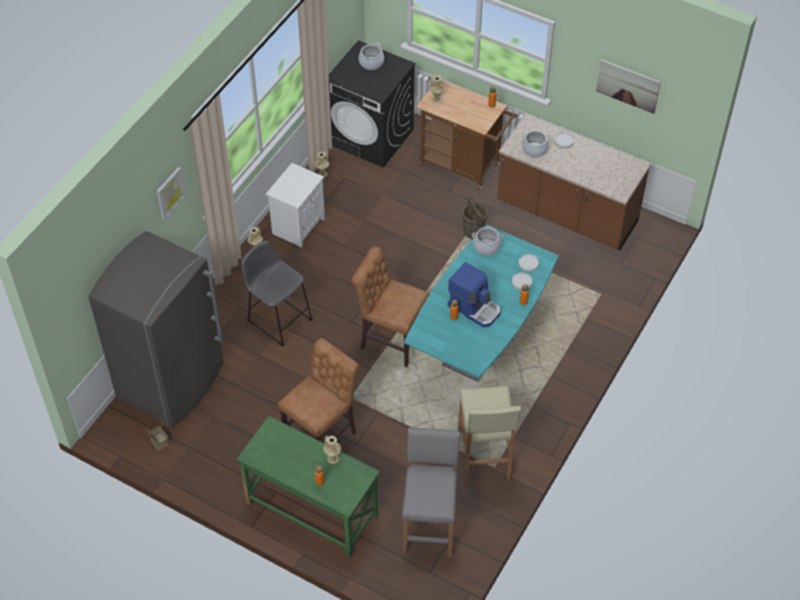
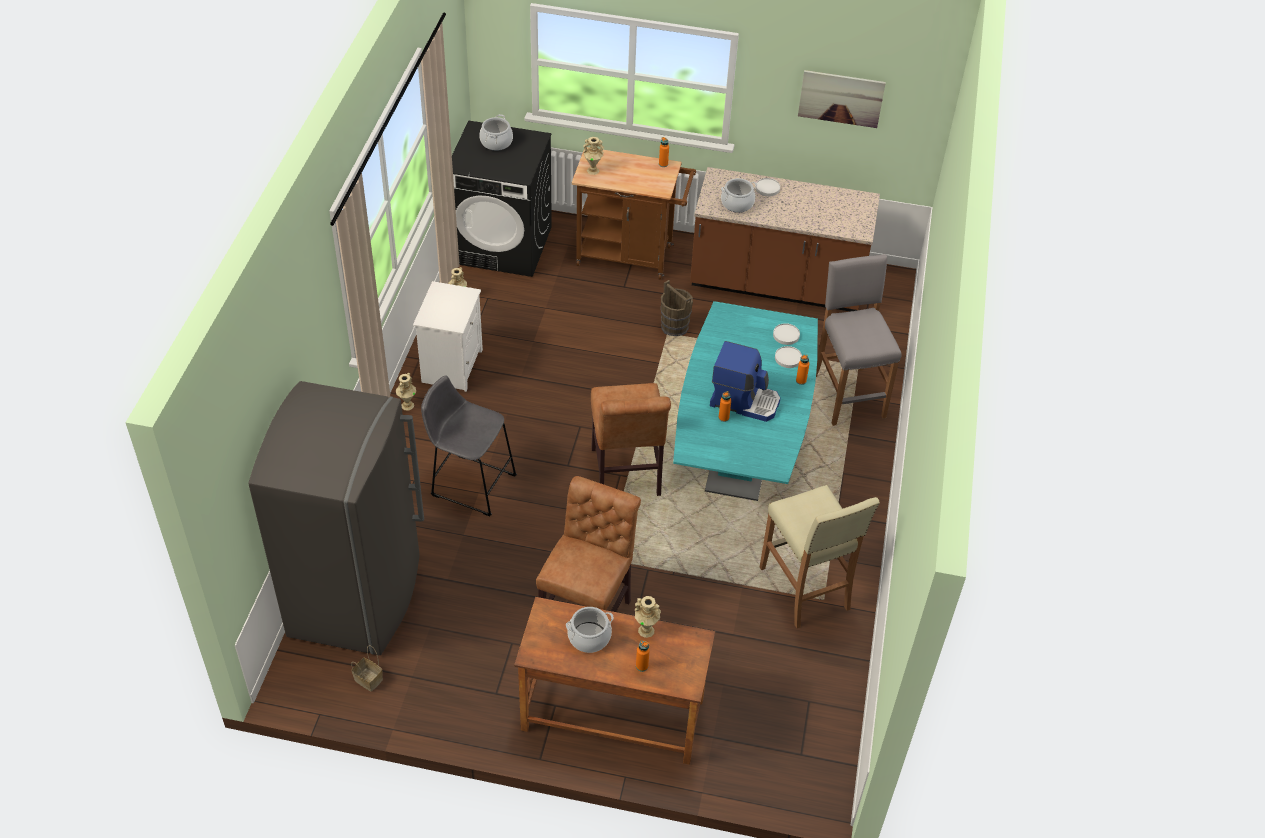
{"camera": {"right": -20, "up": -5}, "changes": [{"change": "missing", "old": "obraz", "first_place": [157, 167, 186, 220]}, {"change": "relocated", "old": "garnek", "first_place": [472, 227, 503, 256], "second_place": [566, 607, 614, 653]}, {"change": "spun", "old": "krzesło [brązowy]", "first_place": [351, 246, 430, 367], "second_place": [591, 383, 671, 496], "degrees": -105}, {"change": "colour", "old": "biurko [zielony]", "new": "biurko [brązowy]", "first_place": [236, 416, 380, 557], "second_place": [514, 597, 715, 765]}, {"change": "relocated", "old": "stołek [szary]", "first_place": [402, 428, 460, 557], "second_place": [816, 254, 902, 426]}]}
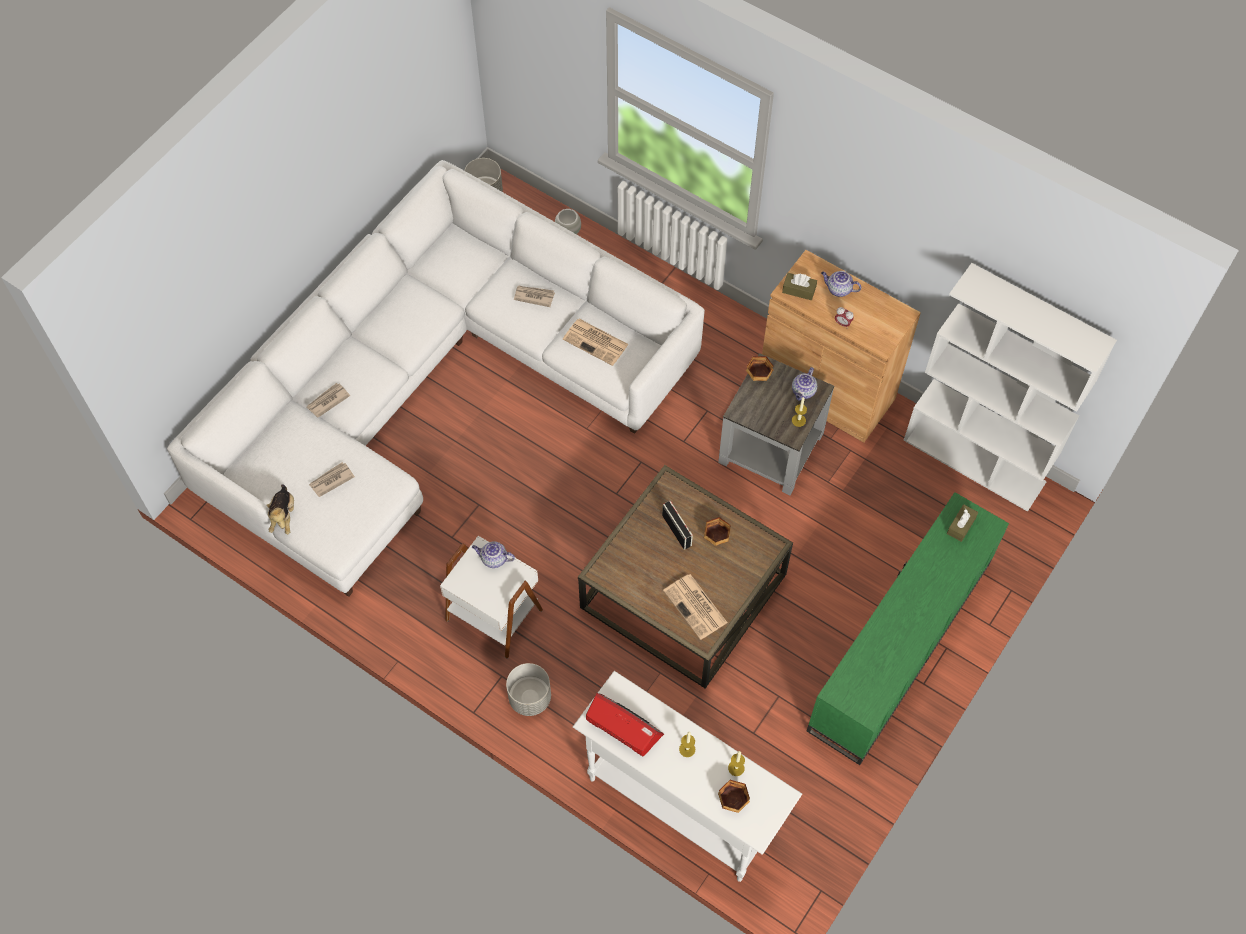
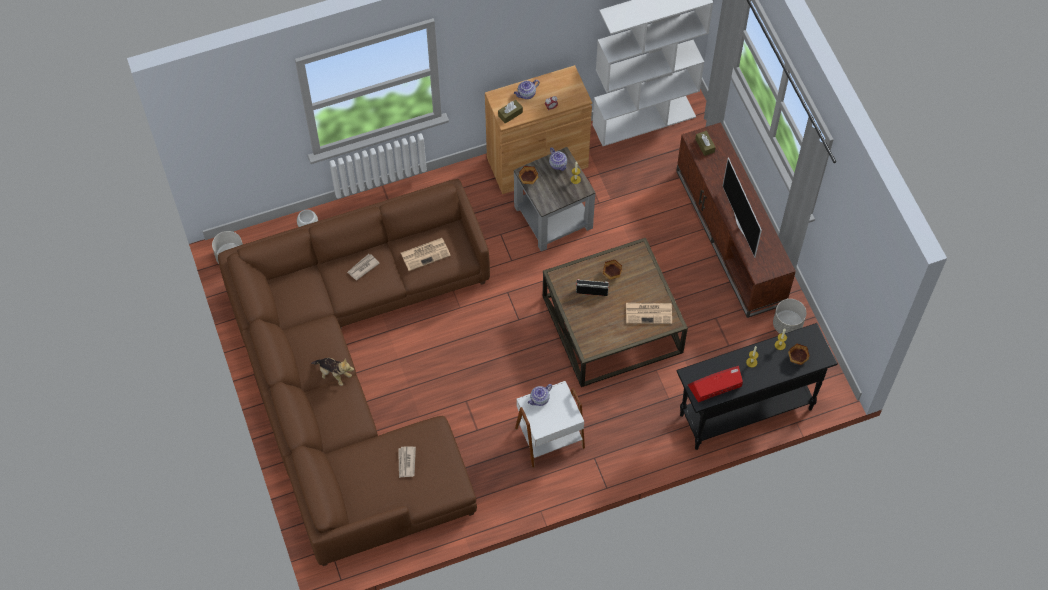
{"camera": {"right": -55, "up": 0}, "changes": [{"change": "colour", "old": "kanapa [biały]", "new": "kanapa [brązowy]", "first_place": [167, 160, 705, 597], "second_place": [218, 179, 490, 566]}, {"change": "missing", "old": "gazeta", "first_place": [307, 383, 350, 417]}, {"change": "relocated", "old": "pluszak", "first_place": [267, 485, 294, 534], "second_place": [311, 358, 354, 386]}, {"change": "colour", "old": "szafka pod telewizor [zielony]", "new": "szafka pod telewizor [brązowy]", "first_place": [807, 492, 1009, 765], "second_place": [676, 122, 796, 318]}, {"change": "relocated", "old": "donica [szary]", "first_place": [506, 663, 551, 716], "second_place": [773, 299, 806, 334]}, {"change": "colour", "old": "stolik konsolowy [biały]", "new": "stolik konsolowy [czarny]", "first_place": [573, 671, 802, 882], "second_place": [676, 323, 838, 450]}, {"change": "appeared", "new": "telewizor", "second_place": [723, 157, 762, 258]}]}
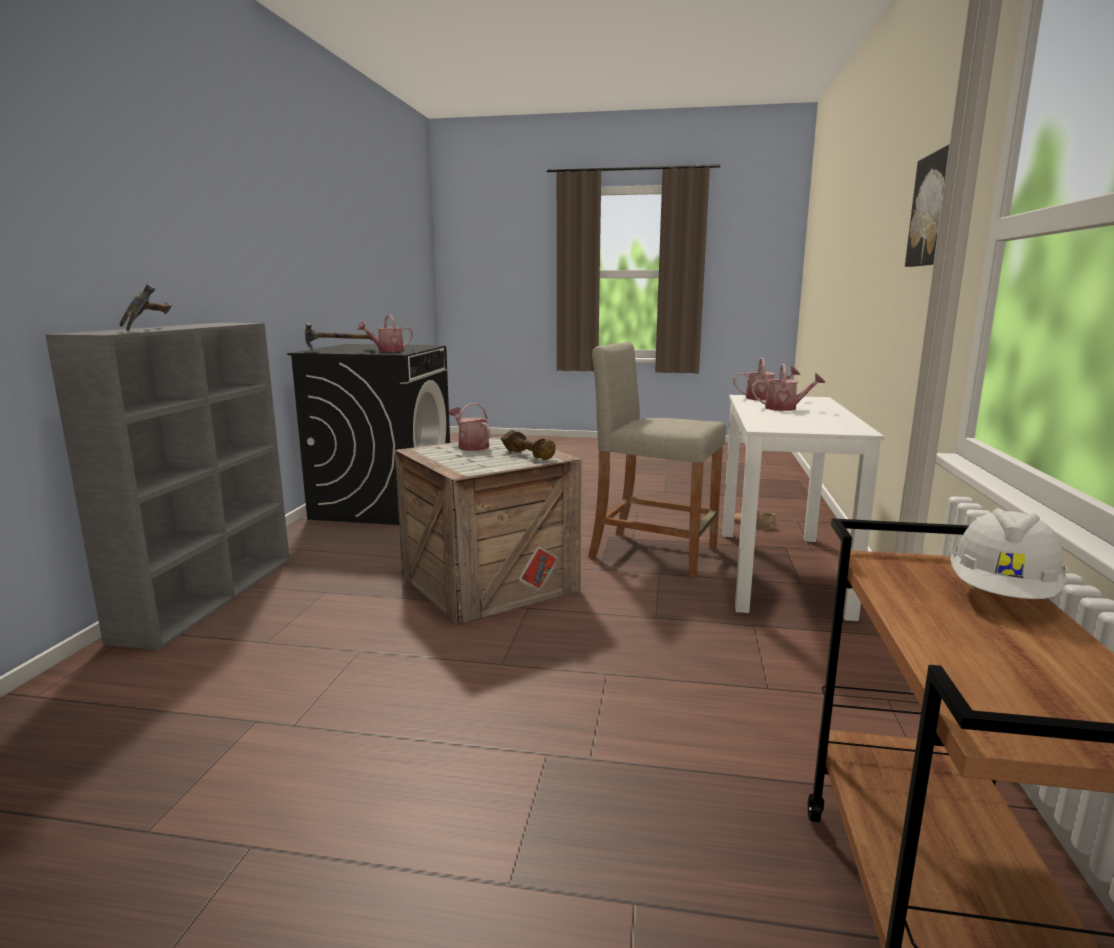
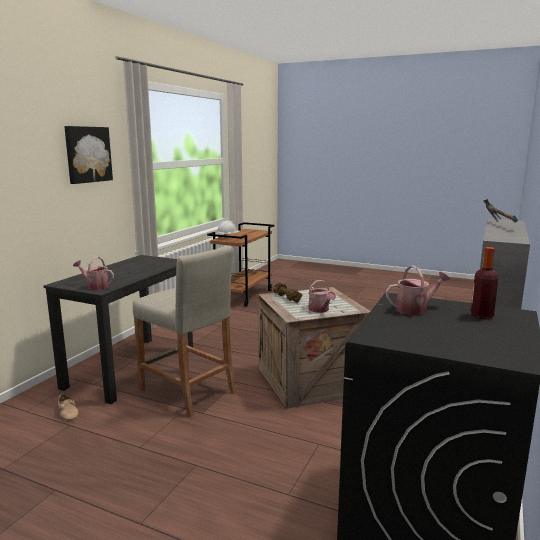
{"camera": {"right": -165, "up": 0}, "changes": [{"change": "exchanged", "old": "młotek", "new": "butelka", "first_place": [305, 322, 374, 350], "second_place": [471, 247, 498, 319]}, {"change": "missing", "old": "konewka", "first_place": [752, 364, 825, 411]}, {"change": "colour", "old": "biurko [biały]", "new": "biurko [czarny]", "first_place": [722, 395, 884, 621], "second_place": [44, 255, 193, 404]}]}
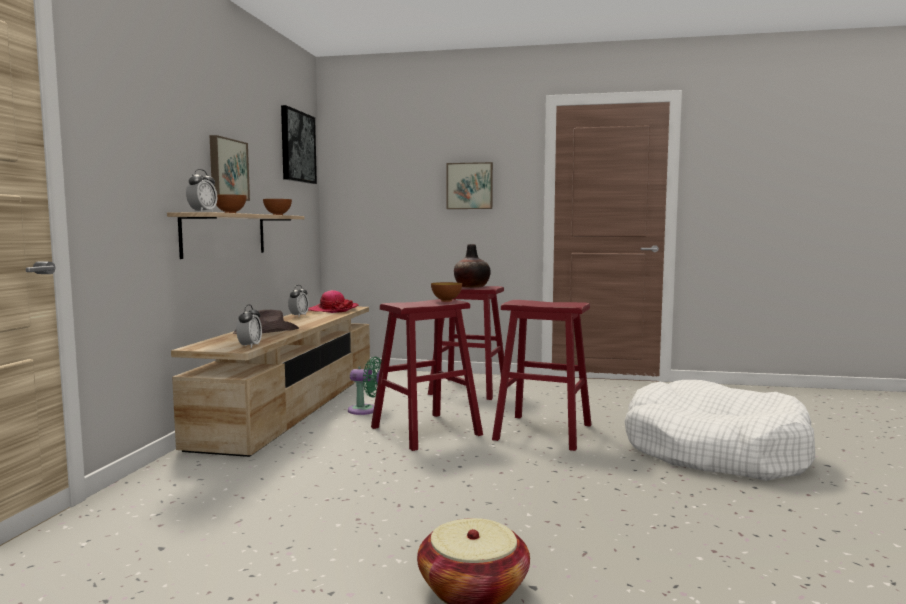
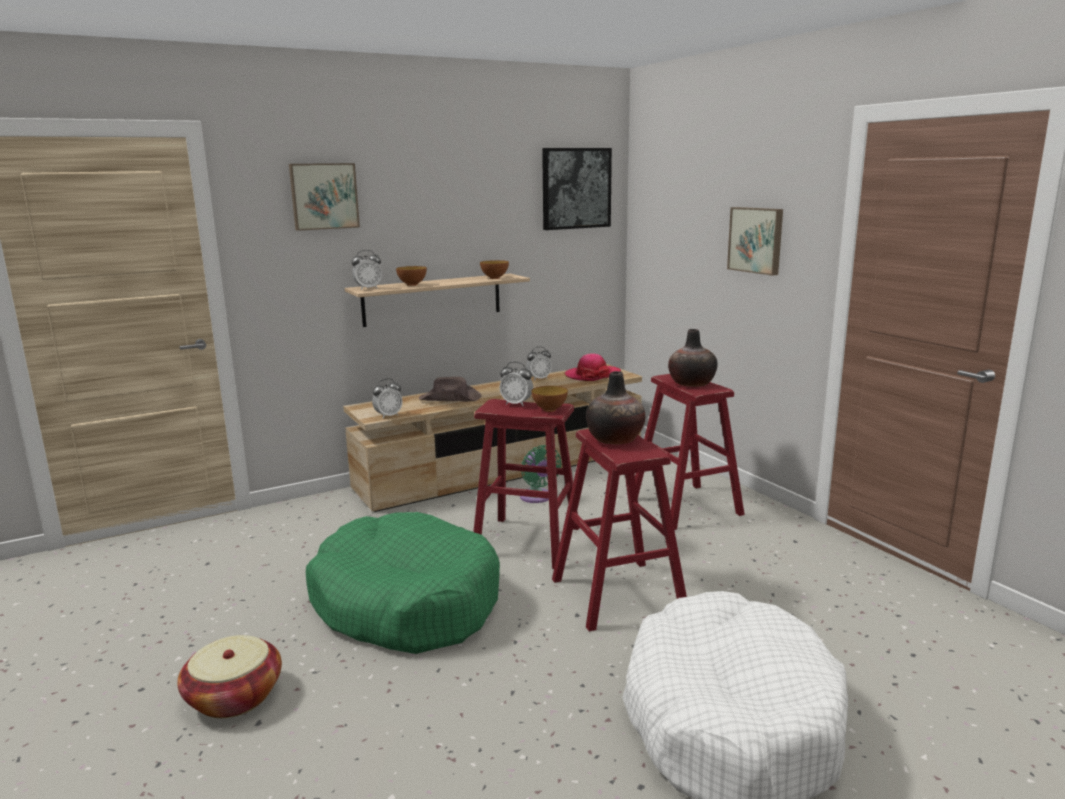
{"camera": {"right": 50, "up": 10}, "changes": [{"change": "relocated", "old": "obraz", "first_place": [210, 135, 250, 201], "second_place": [289, 163, 360, 231]}, {"change": "appeared", "new": "budzik", "second_place": [500, 362, 533, 406]}, {"change": "appeared", "new": "wazon", "second_place": [586, 371, 645, 445]}, {"change": "appeared", "new": "legowisko [zielony]", "second_place": [306, 512, 500, 654]}]}
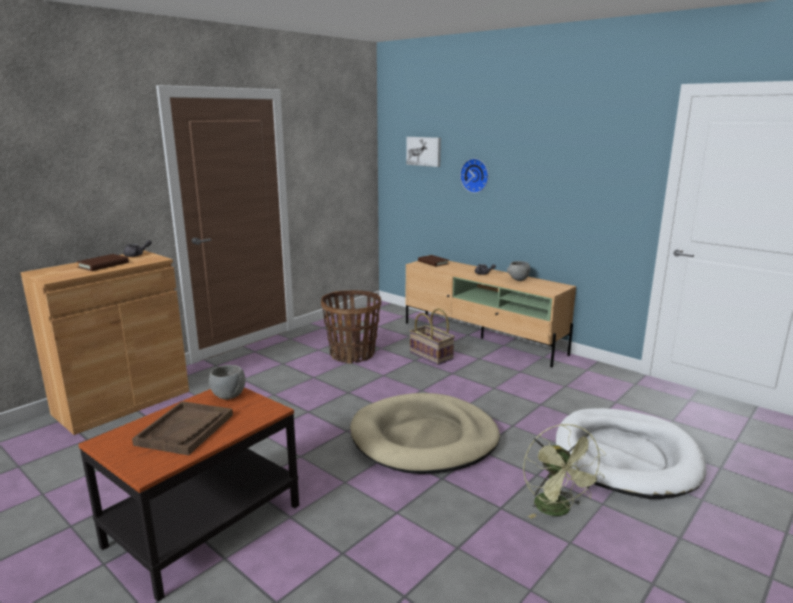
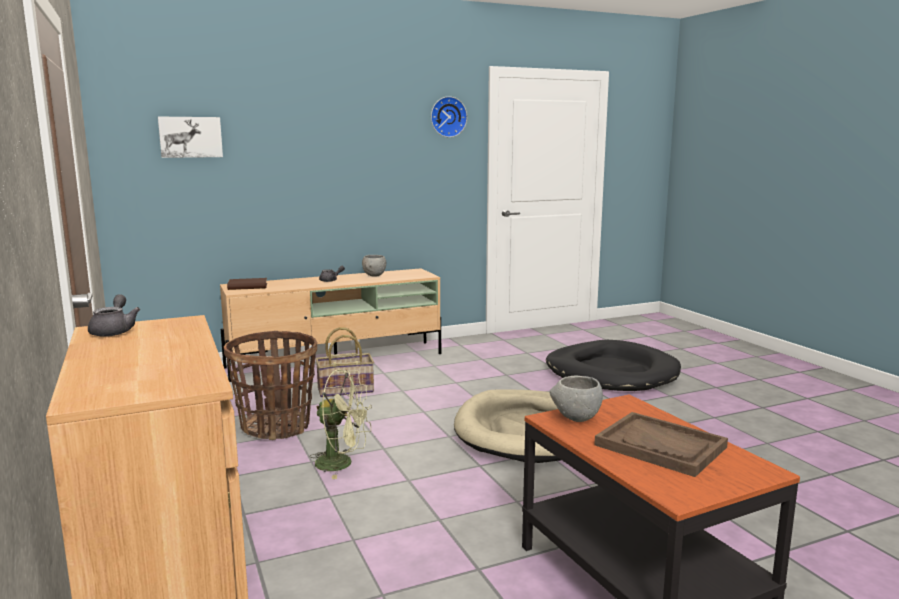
{"camera": {"right": -65, "up": -5}, "changes": [{"change": "relocated", "old": "zegar ścienny", "first_place": [460, 158, 489, 193], "second_place": [431, 96, 467, 137]}, {"change": "missing", "old": "książka [brązowy]", "first_place": [77, 254, 129, 271]}, {"change": "colour", "old": "legowisko [biały]", "new": "legowisko [czarny]", "first_place": [556, 408, 706, 499], "second_place": [546, 340, 681, 391]}, {"change": "relocated", "old": "wentylator [zielony]", "first_place": [523, 424, 606, 519], "second_place": [309, 369, 372, 479]}]}
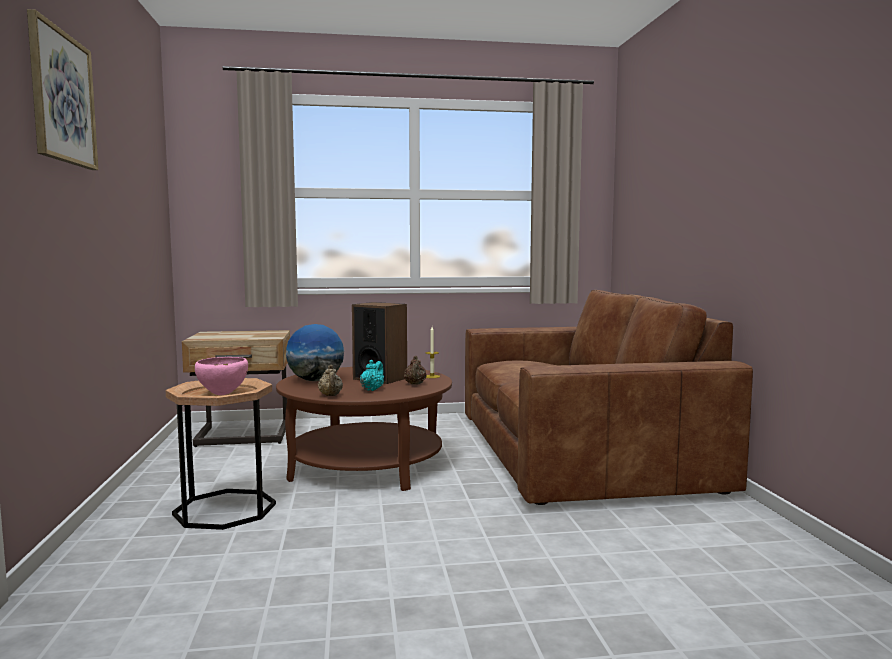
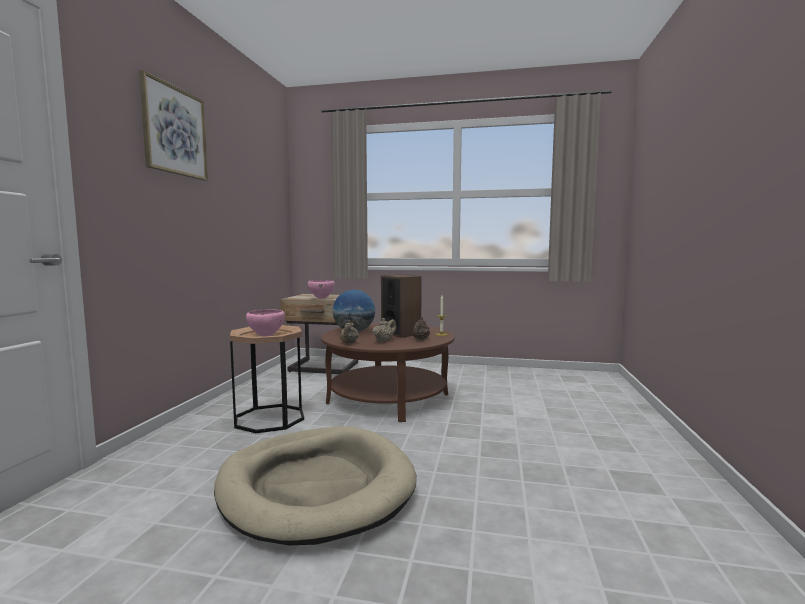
{"camera": {"right": 20, "up": 0}, "changes": [{"change": "missing", "old": "kanapa [brązowy]", "first_place": [465, 290, 753, 505]}, {"change": "colour", "old": "imbryk [turkusowy]", "new": "imbryk [beżowy]", "first_place": [360, 360, 384, 391], "second_place": [373, 318, 396, 342]}, {"change": "appeared", "new": "miska [różowy]", "second_place": [308, 280, 335, 299]}, {"change": "appeared", "new": "legowisko [beżowy]", "second_place": [214, 426, 417, 545]}]}
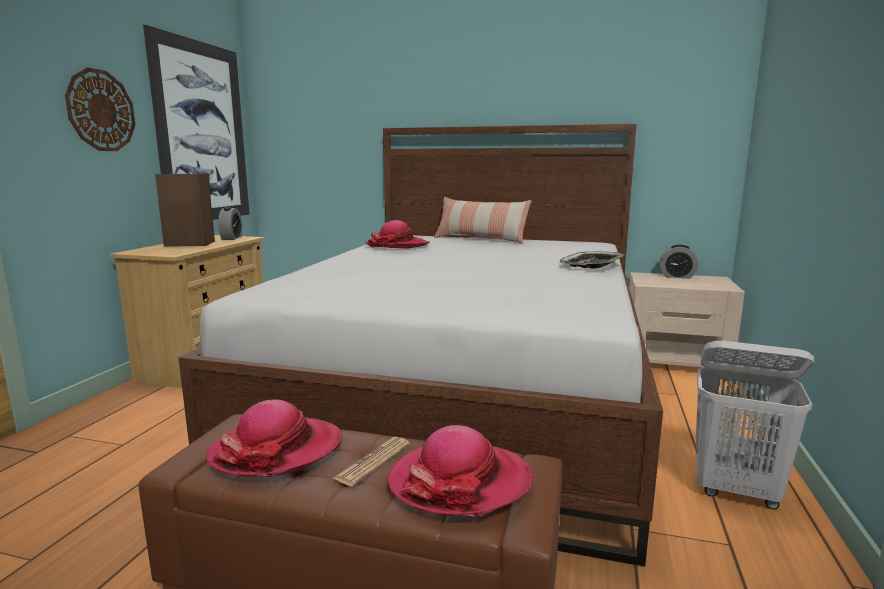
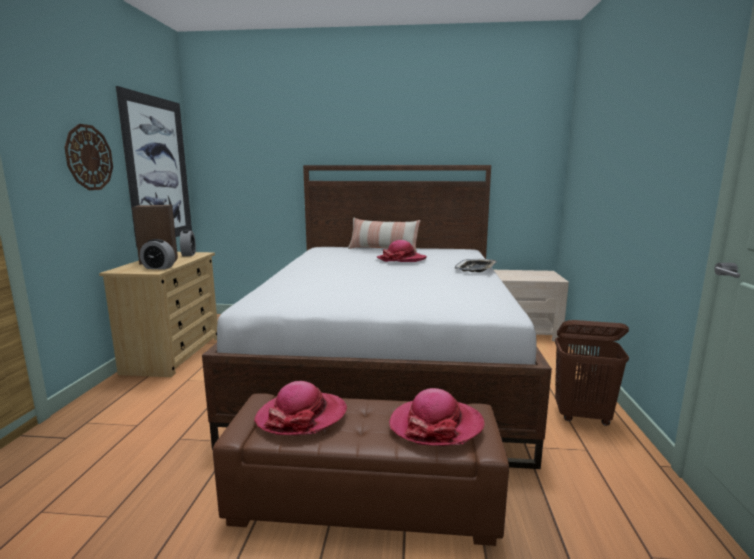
{"camera": {"right": -10, "up": 0}, "changes": [{"change": "relocated", "old": "kapelusz", "first_place": [365, 220, 430, 249], "second_place": [377, 240, 427, 262]}, {"change": "relocated", "old": "budzik", "first_place": [660, 245, 698, 279], "second_place": [140, 239, 175, 270]}, {"change": "colour", "old": "kosz na pranie [biały]", "new": "kosz na pranie [brązowy]", "first_place": [696, 341, 814, 509], "second_place": [555, 320, 629, 426]}, {"change": "missing", "old": "gazeta", "first_place": [332, 437, 410, 486]}]}
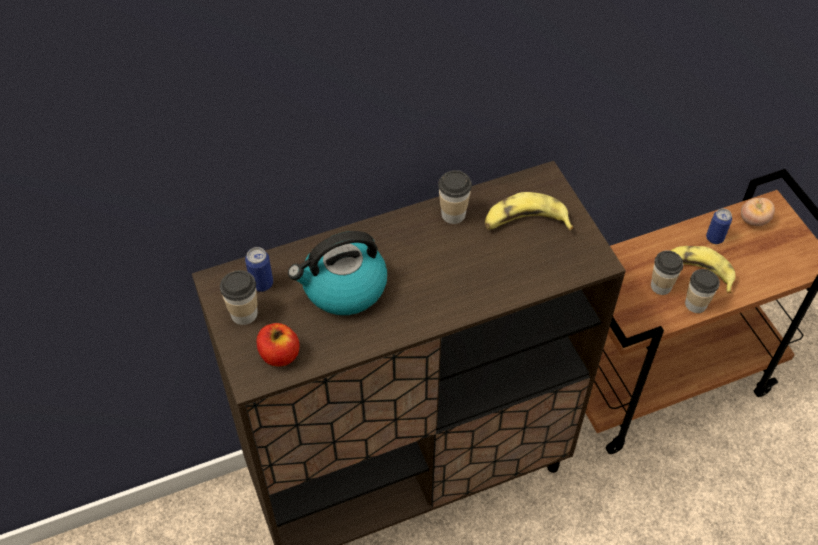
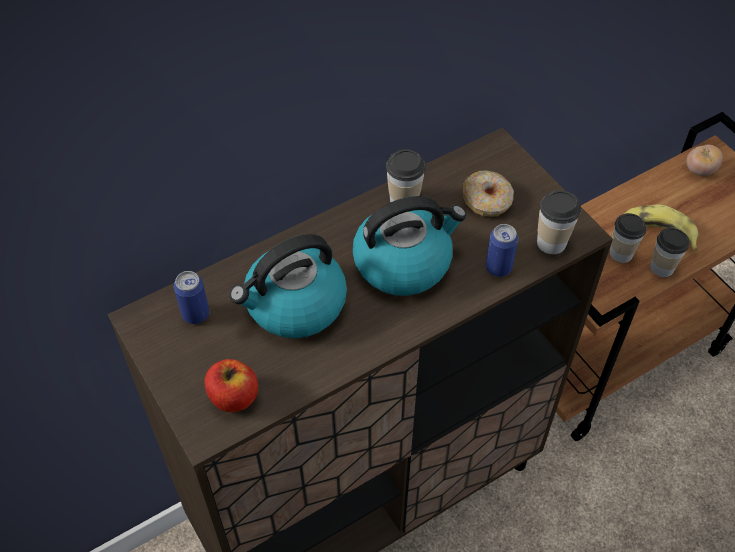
{"camera": {"right": -10, "up": 0}, "changes": [{"change": "exchanged", "old": "banan", "new": "donut", "first_place": [485, 192, 573, 230], "second_place": [463, 170, 514, 217]}, {"change": "relocated", "old": "puszka", "first_place": [706, 208, 732, 244], "second_place": [486, 224, 518, 277]}, {"change": "relocated", "old": "filiżanka", "first_place": [220, 270, 258, 325], "second_place": [537, 190, 581, 254]}, {"change": "appeared", "new": "czajnik", "second_place": [352, 196, 466, 296]}]}
